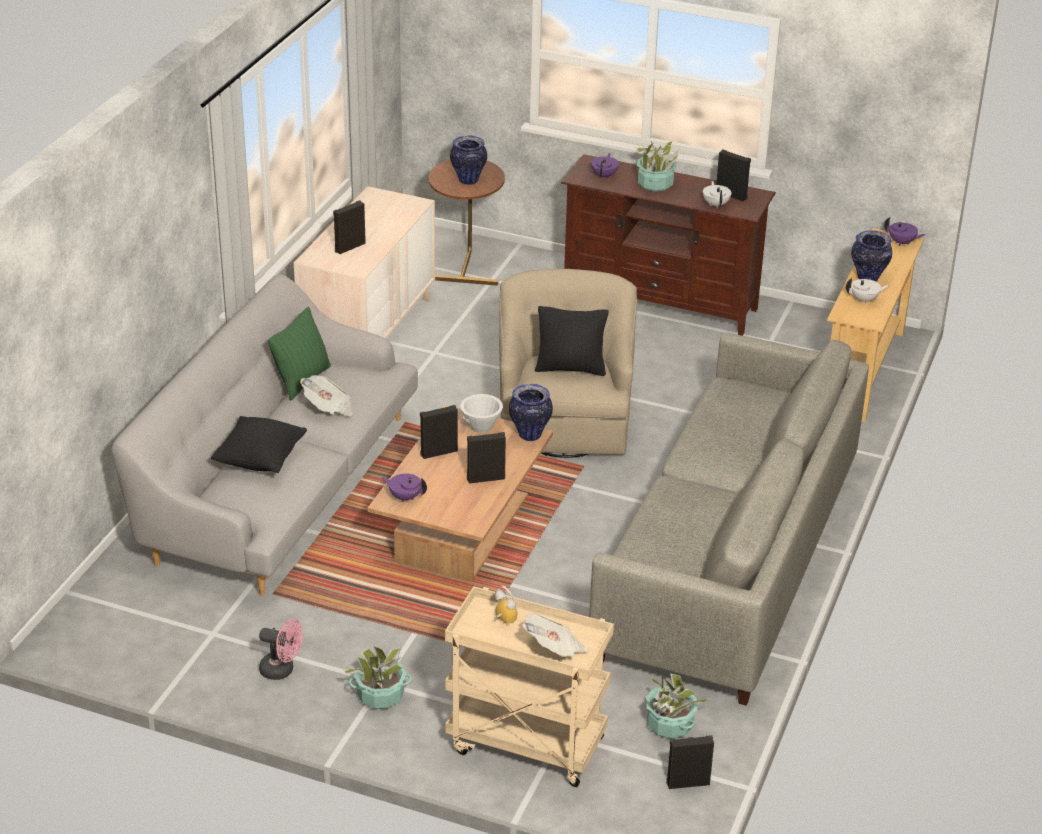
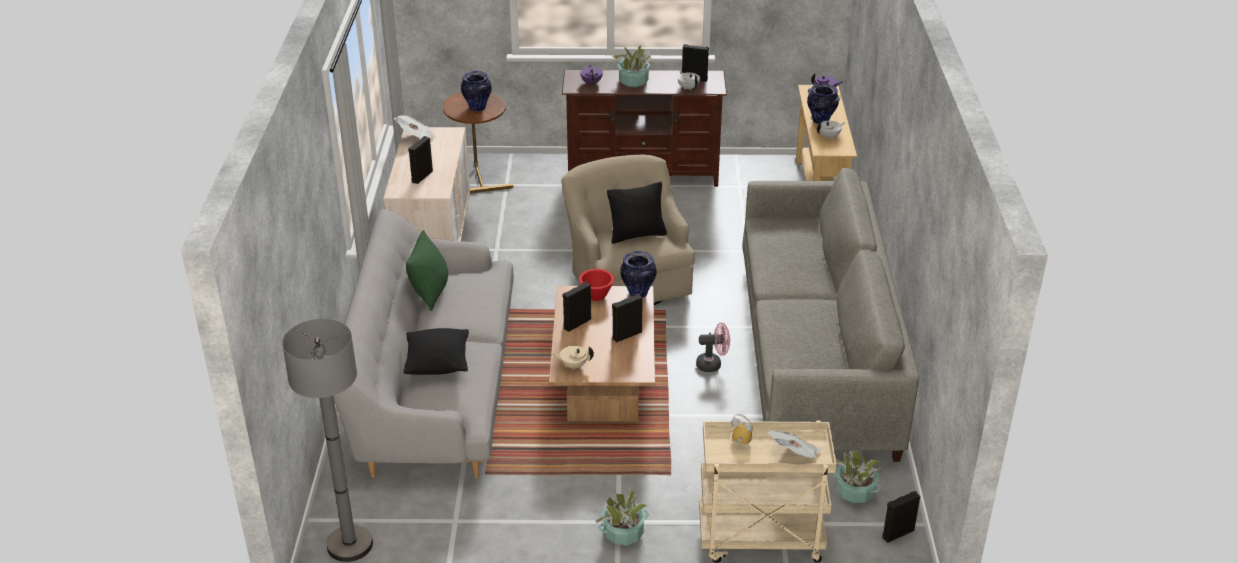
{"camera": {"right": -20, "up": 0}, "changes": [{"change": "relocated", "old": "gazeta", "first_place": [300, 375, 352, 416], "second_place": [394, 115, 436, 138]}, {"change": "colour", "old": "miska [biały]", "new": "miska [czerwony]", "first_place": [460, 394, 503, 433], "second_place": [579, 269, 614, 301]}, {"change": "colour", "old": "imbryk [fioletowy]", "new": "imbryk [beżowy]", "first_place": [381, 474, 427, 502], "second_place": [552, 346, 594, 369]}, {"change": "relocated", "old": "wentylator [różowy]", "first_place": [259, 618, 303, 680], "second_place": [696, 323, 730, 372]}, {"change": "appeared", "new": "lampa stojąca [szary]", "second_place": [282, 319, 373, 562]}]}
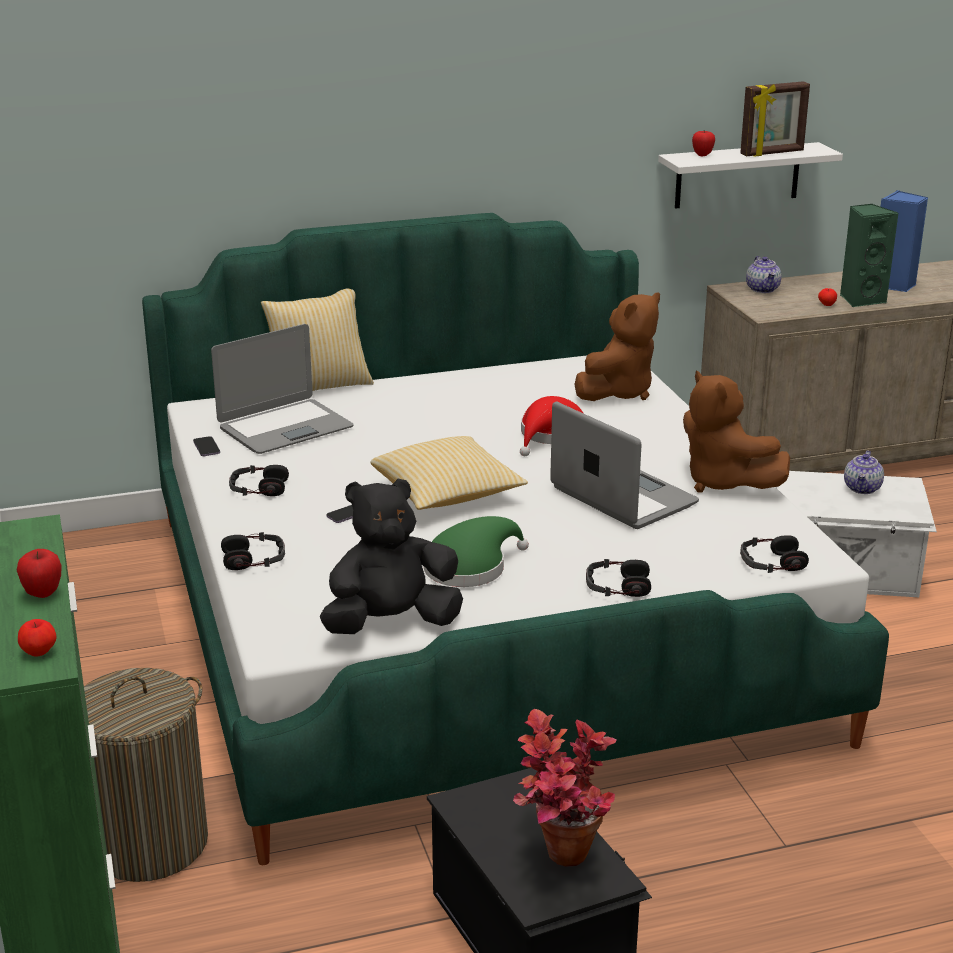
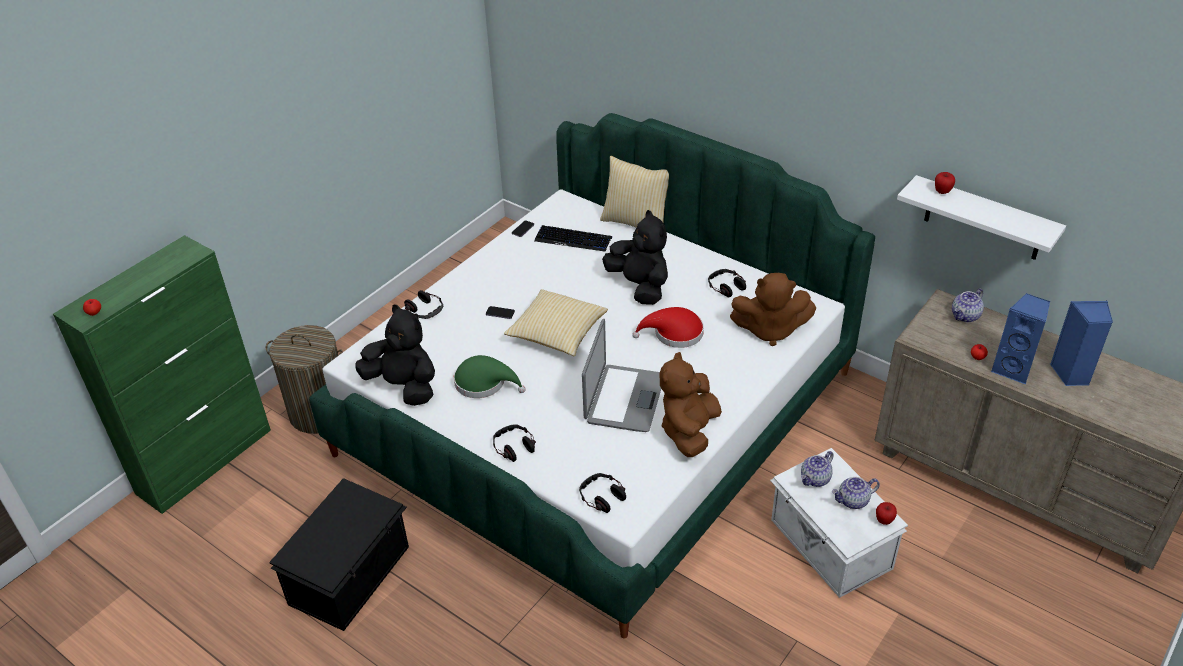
{"camera": {"right": 55, "up": 15}, "changes": [{"change": "missing", "old": "ramka na zdjęcie", "first_place": [740, 81, 810, 157]}, {"change": "colour", "old": "głośnik [zielony]", "new": "głośnik [niebieski]", "first_place": [840, 204, 898, 308], "second_place": [991, 293, 1050, 385]}, {"change": "exchanged", "old": "laptop", "new": "klawiatura", "first_place": [211, 324, 354, 454], "second_place": [534, 225, 612, 252]}, {"change": "relocated", "old": "słuchawki", "first_place": [229, 465, 289, 496], "second_place": [708, 269, 746, 298]}, {"change": "relocated", "old": "jabłko", "first_place": [17, 549, 62, 598], "second_place": [876, 502, 897, 525]}, {"change": "missing", "old": "roślina doniczkowa", "first_place": [513, 709, 617, 867]}, {"change": "appeared", "new": "pluszak [czarny]", "second_place": [602, 210, 668, 305]}, {"change": "appeared", "new": "imbryk", "second_place": [801, 451, 834, 487]}]}
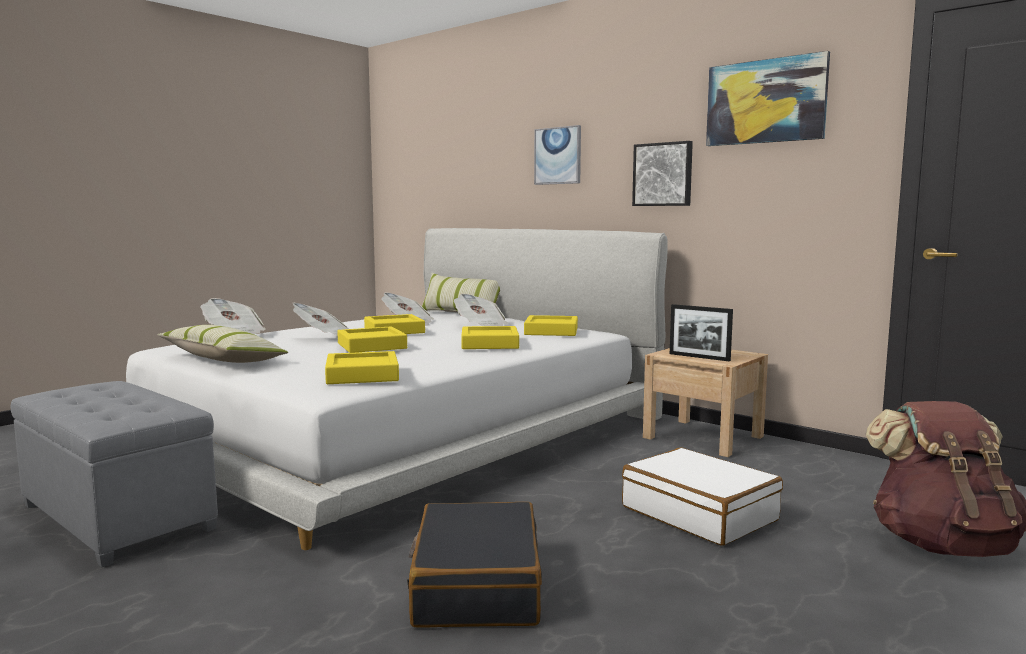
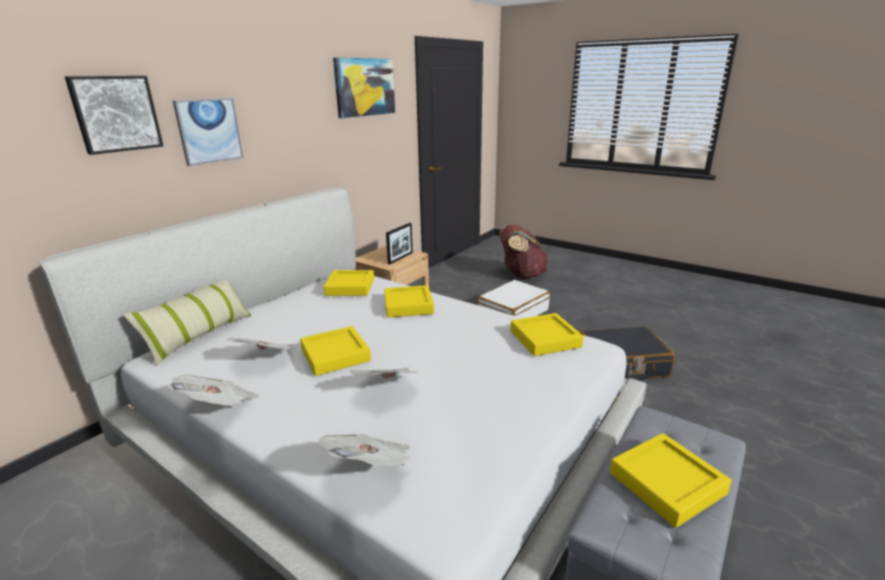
{"camera": {"right": -95, "up": 15}, "changes": [{"change": "relocated", "old": "obraz", "first_place": [632, 141, 693, 206], "second_place": [65, 76, 163, 155]}, {"change": "relocated", "old": "gazeta", "first_place": [454, 294, 508, 326], "second_place": [166, 375, 259, 406]}, {"change": "missing", "old": "poduszka", "first_place": [157, 325, 288, 363]}, {"change": "relocated", "old": "taca [żółty]", "first_place": [337, 326, 407, 353], "second_place": [610, 433, 732, 528]}]}
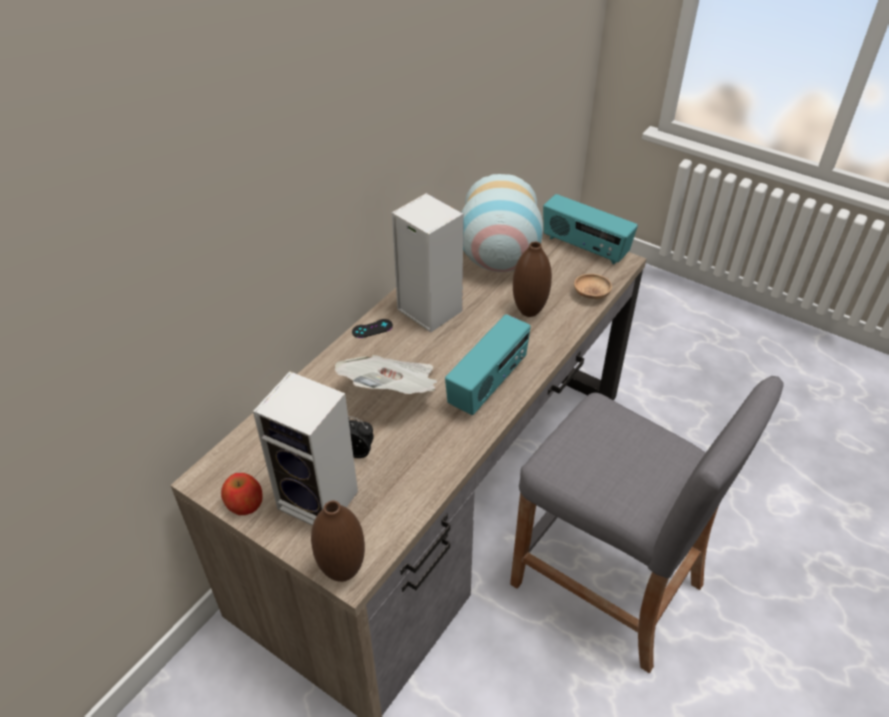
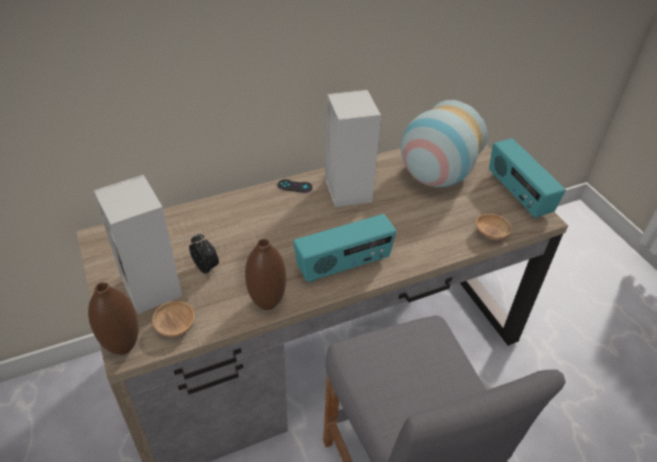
{"camera": {"right": 30, "up": 0}, "changes": [{"change": "relocated", "old": "wazon [brązowy]", "first_place": [513, 241, 552, 317], "second_place": [245, 239, 286, 310]}, {"change": "missing", "old": "gazeta", "first_place": [335, 355, 437, 394]}, {"change": "missing", "old": "jabłko", "first_place": [221, 473, 263, 515]}, {"change": "appeared", "new": "miska [brązowy]", "second_place": [152, 301, 195, 337]}]}
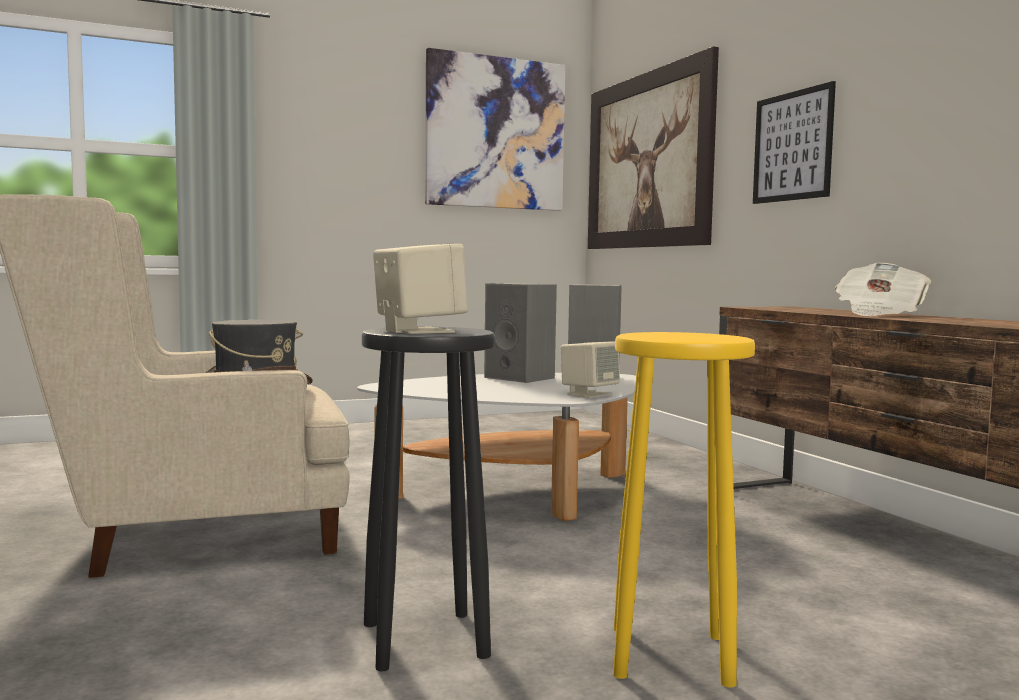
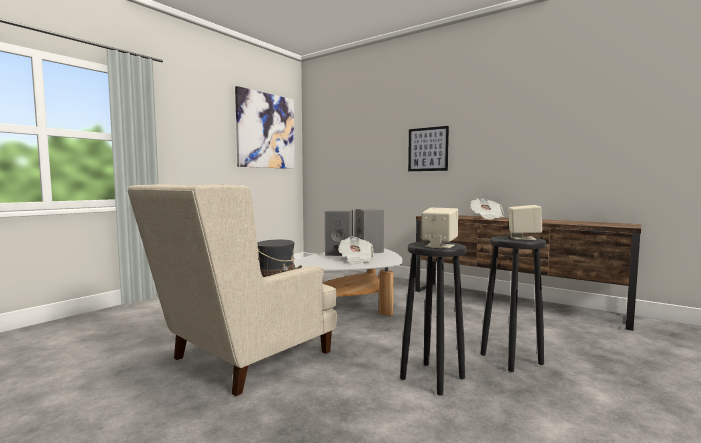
{"camera": {"right": -30, "up": 0}, "changes": [{"change": "missing", "old": "obraz", "first_place": [588, 46, 719, 249]}, {"change": "colour", "old": "stołek [żółty]", "new": "stołek [czarny]", "first_place": [613, 332, 755, 687], "second_place": [481, 236, 546, 372]}, {"change": "relocated", "old": "głośnik [beżowy]", "first_place": [561, 341, 620, 398], "second_place": [508, 205, 542, 240]}, {"change": "appeared", "new": "gazeta", "second_place": [338, 237, 374, 264]}]}
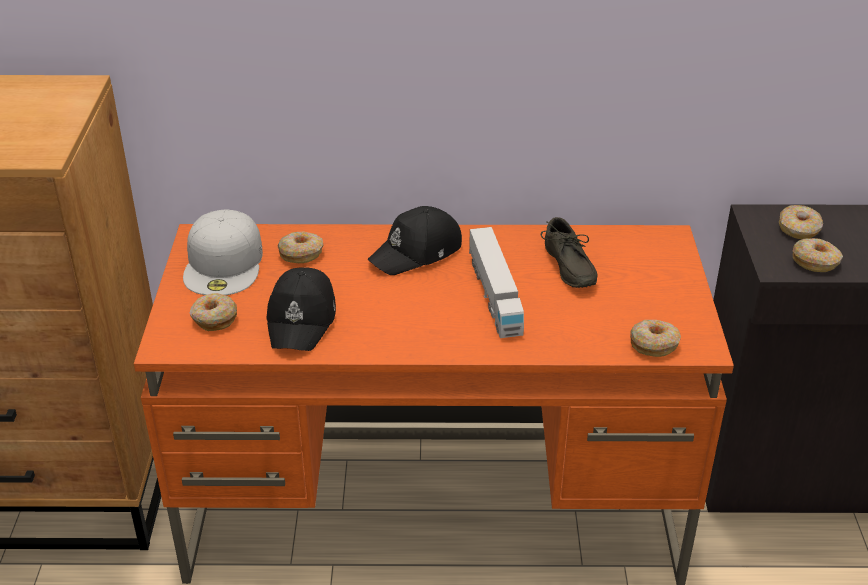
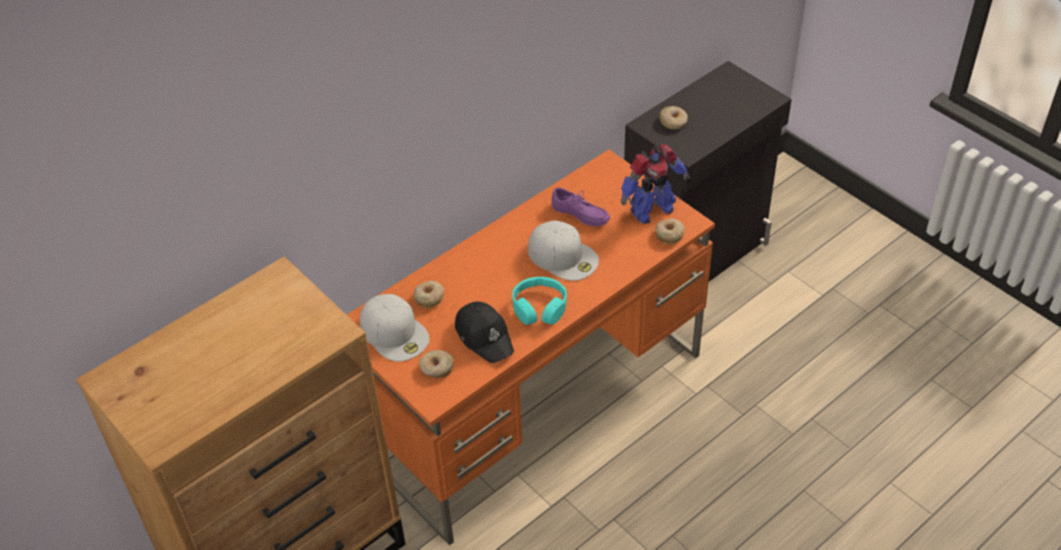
{"camera": {"right": -40, "up": 10}, "changes": [{"change": "missing", "old": "czapka z daszkiem [czarny]", "first_place": [368, 206, 462, 275]}, {"change": "colour", "old": "but [szary]", "new": "but [fioletowy]", "first_place": [541, 217, 598, 288], "second_place": [552, 187, 610, 226]}, {"change": "exchanged", "old": "ciężarówka zabawkowa", "new": "czapka z daszkiem [biały]", "first_place": [469, 227, 524, 338], "second_place": [528, 221, 599, 281]}, {"change": "missing", "old": "donut", "first_place": [793, 238, 843, 272]}, {"change": "appeared", "new": "robot zabawkowy", "second_place": [621, 144, 690, 224]}, {"change": "appeared", "new": "słuchawki [turkusowy]", "second_place": [512, 277, 567, 325]}]}
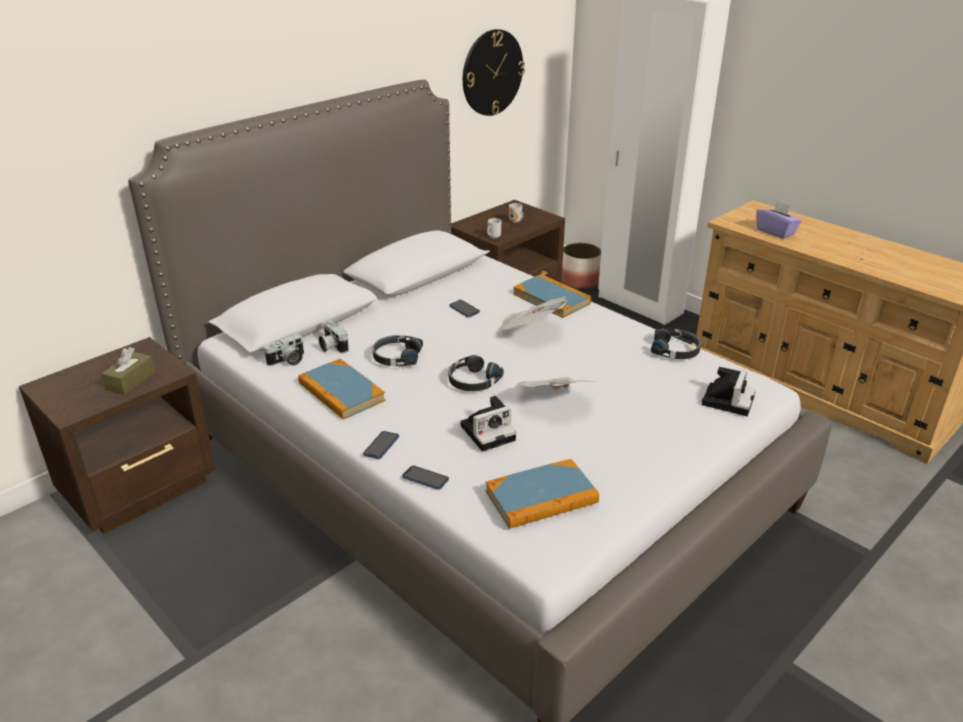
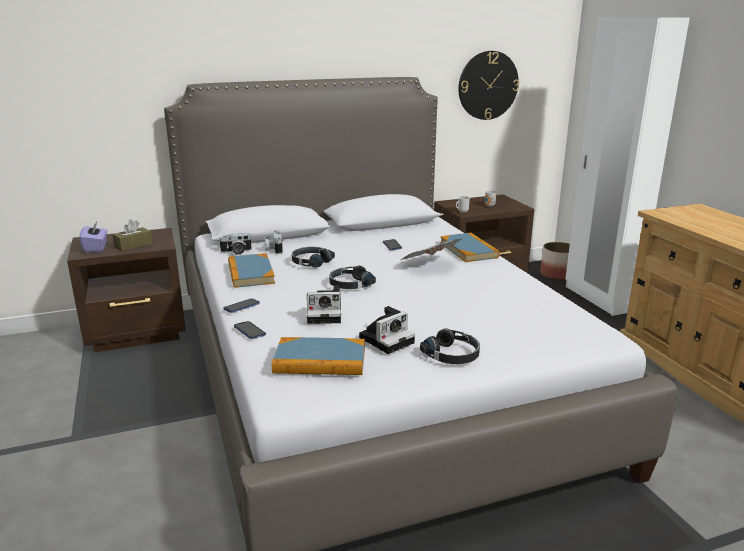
{"camera": {"right": 25, "up": -10}, "changes": [{"change": "relocated", "old": "pudełko chusteczek [fioletowy]", "first_place": [756, 200, 802, 239], "second_place": [79, 220, 107, 253]}, {"change": "relocated", "old": "słuchawki [czarny]", "first_place": [651, 328, 701, 359], "second_place": [420, 328, 480, 364]}, {"change": "relocated", "old": "aparat fotograficzny", "first_place": [702, 367, 756, 416], "second_place": [359, 306, 415, 354]}, {"change": "missing", "old": "gazeta", "first_place": [518, 377, 595, 390]}]}
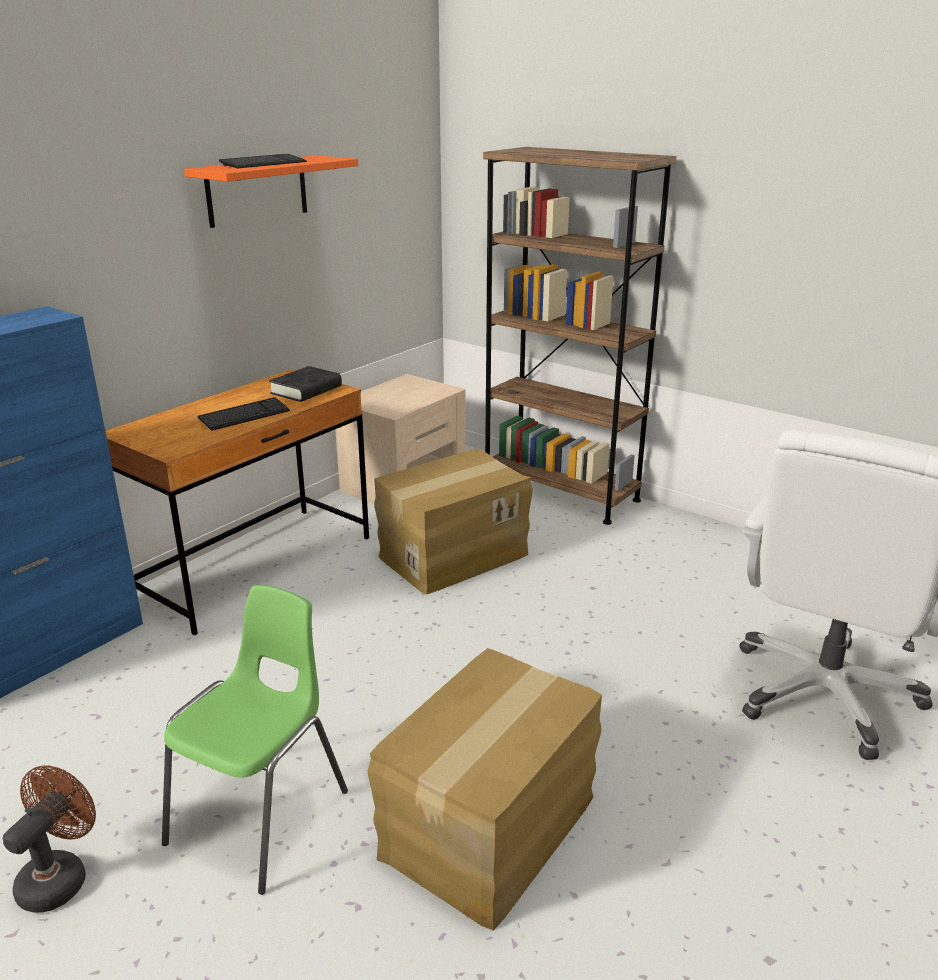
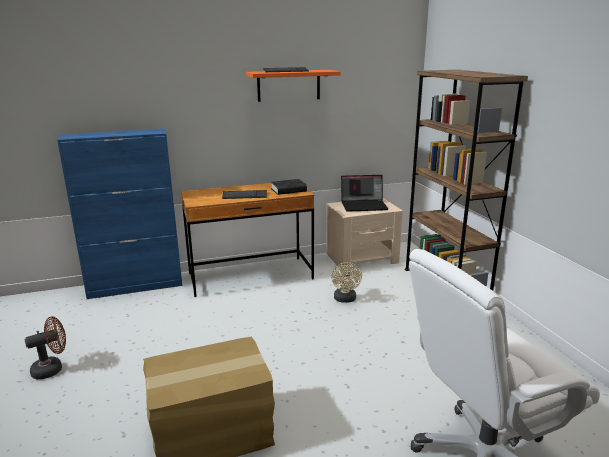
{"camera": {"right": 35, "up": -5}, "changes": [{"change": "exchanged", "old": "karton", "new": "wentylator [beżowy]", "first_place": [374, 449, 533, 594], "second_place": [331, 262, 362, 303]}, {"change": "missing", "old": "krzesło [zielony]", "first_place": [162, 585, 348, 895]}, {"change": "appeared", "new": "laptop", "second_place": [341, 175, 388, 212]}]}
